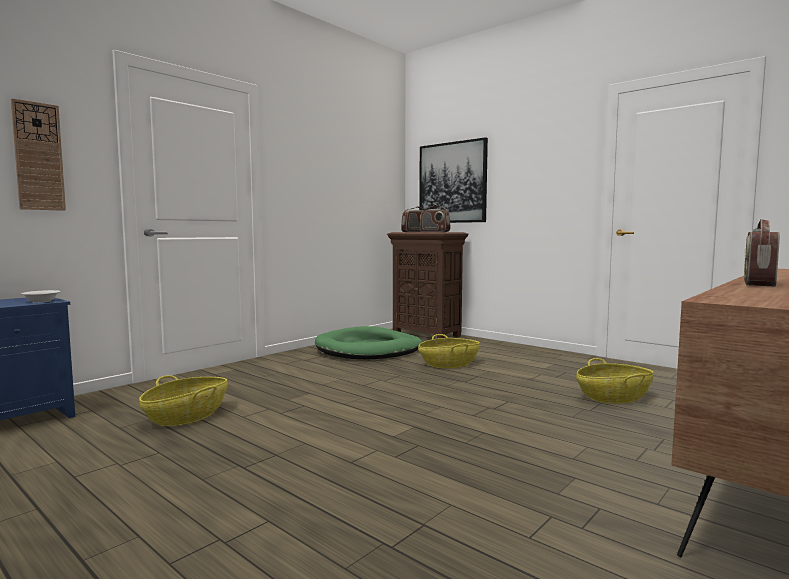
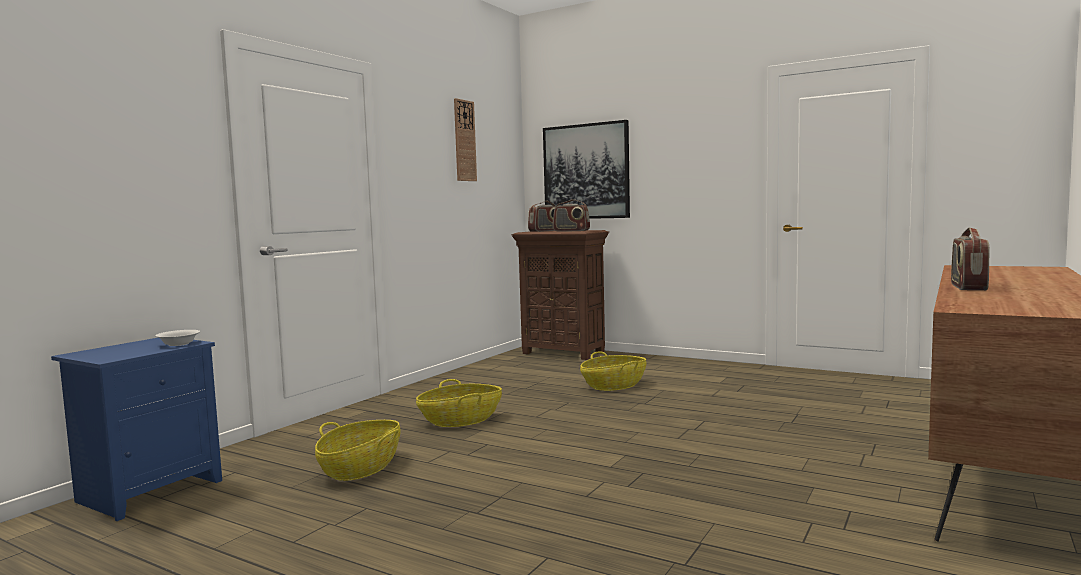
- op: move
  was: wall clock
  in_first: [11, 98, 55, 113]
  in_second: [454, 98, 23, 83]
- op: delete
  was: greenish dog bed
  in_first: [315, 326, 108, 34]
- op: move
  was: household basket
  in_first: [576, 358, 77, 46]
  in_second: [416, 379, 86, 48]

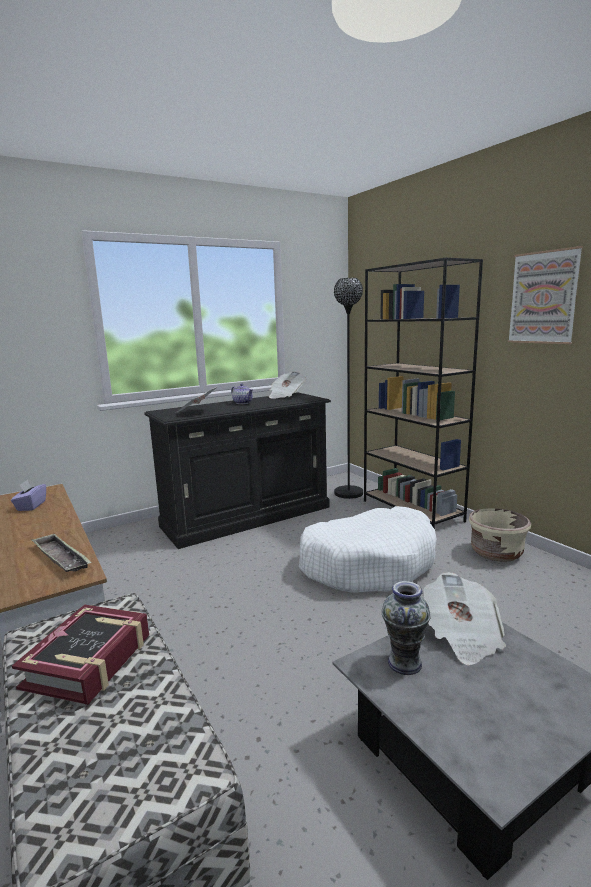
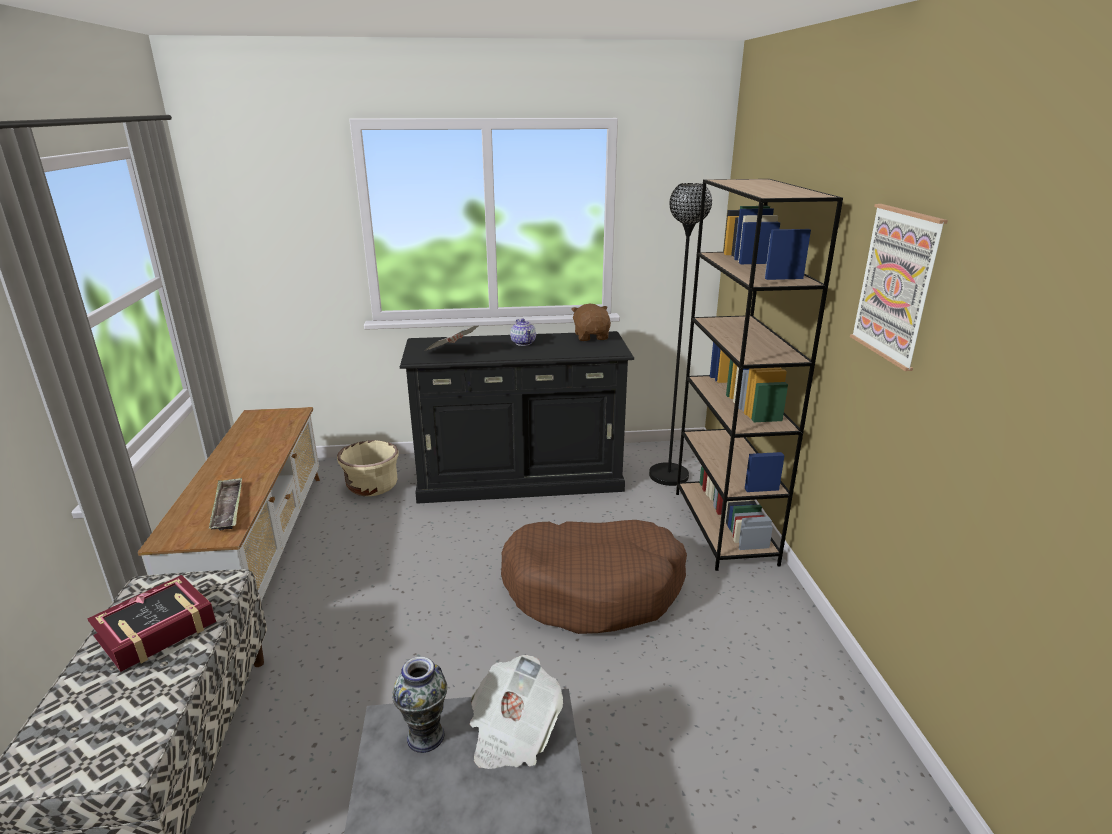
- op: replace
  was: daily paper
  now: brown soft toy
  in_first: [269, 371, 37, 28]
  in_second: [571, 304, 40, 37]
- op: delete
  was: purple tissue box
  in_first: [11, 480, 35, 31]
- op: recolor
  was: white dog bed
  now: brown dog bed
  in_first: [299, 506, 138, 87]
  in_second: [501, 520, 186, 114]
- op: move
  was: beige plant pot
  in_first: [469, 508, 62, 54]
  in_second: [337, 440, 62, 56]

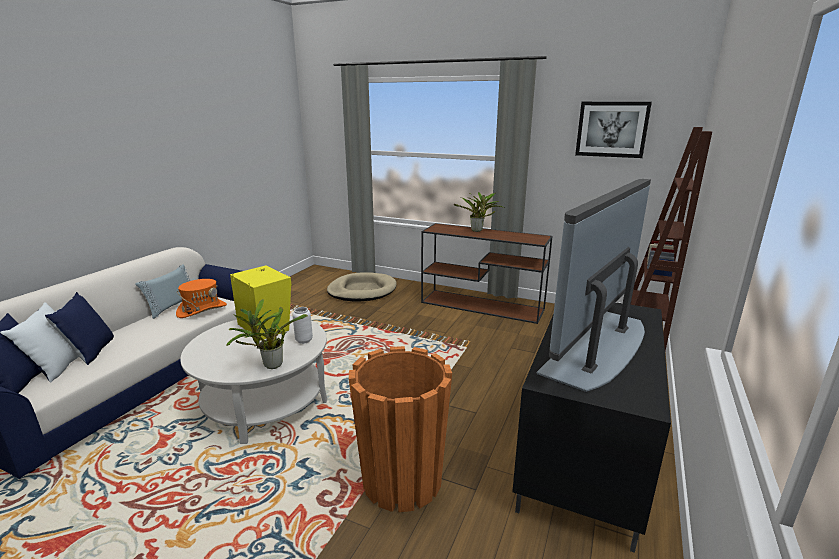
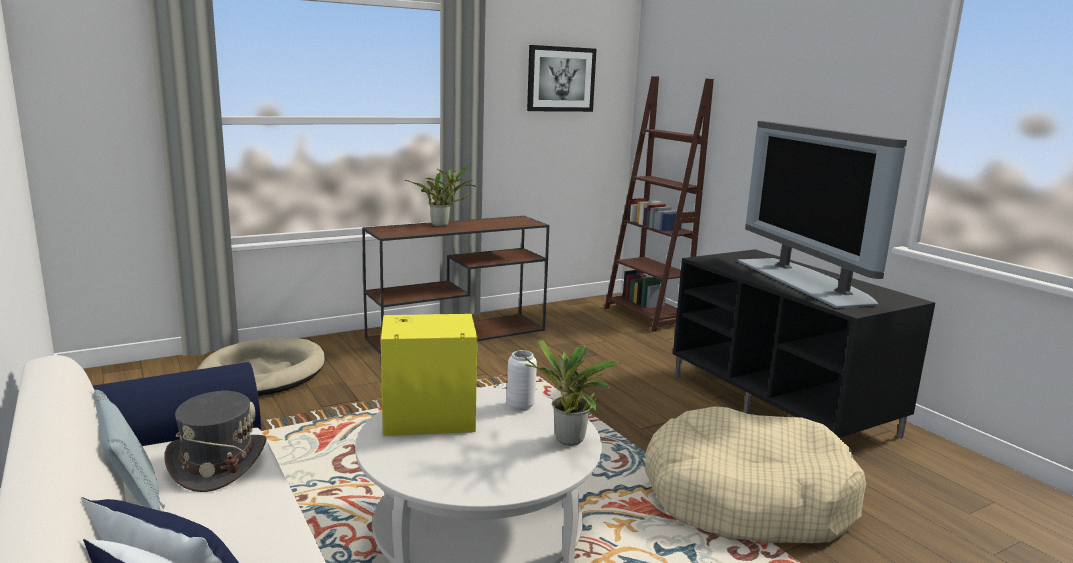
- op: recolor
  was: orangey hat
  now: greyish hat
  in_first: [176, 279, 51, 39]
  in_second: [164, 391, 102, 101]
- op: replace
  was: orangey plant pot
  now: beige dog bed
  in_first: [349, 346, 103, 166]
  in_second: [645, 406, 222, 137]

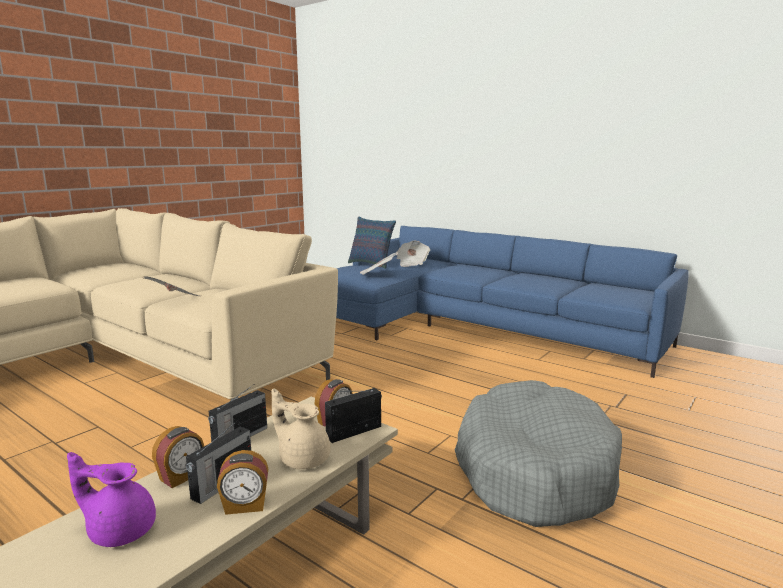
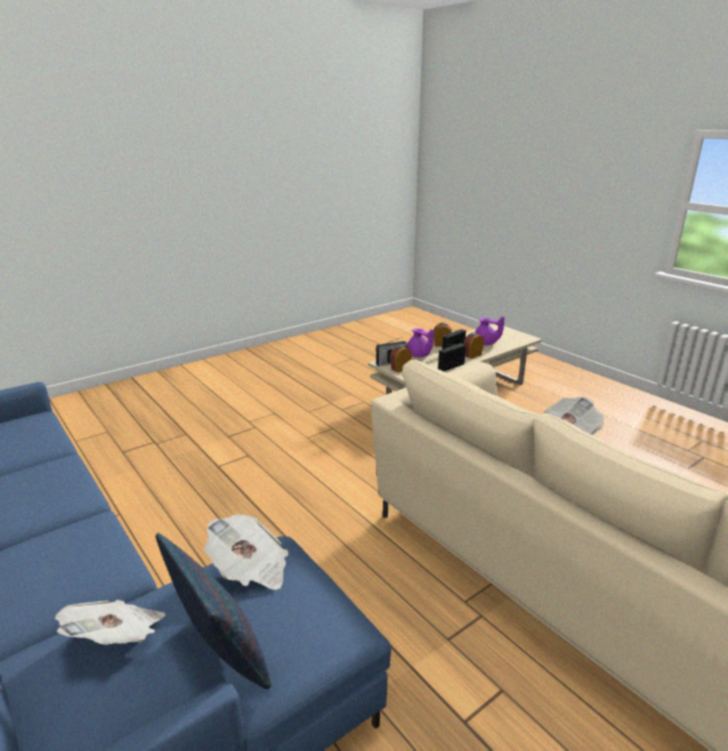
- op: delete
  was: greyish dog bed
  in_first: [455, 380, 167, 147]
- op: recolor
  was: beige tea pot
  now: purple tea pot
  in_first: [271, 389, 59, 80]
  in_second: [407, 329, 27, 28]

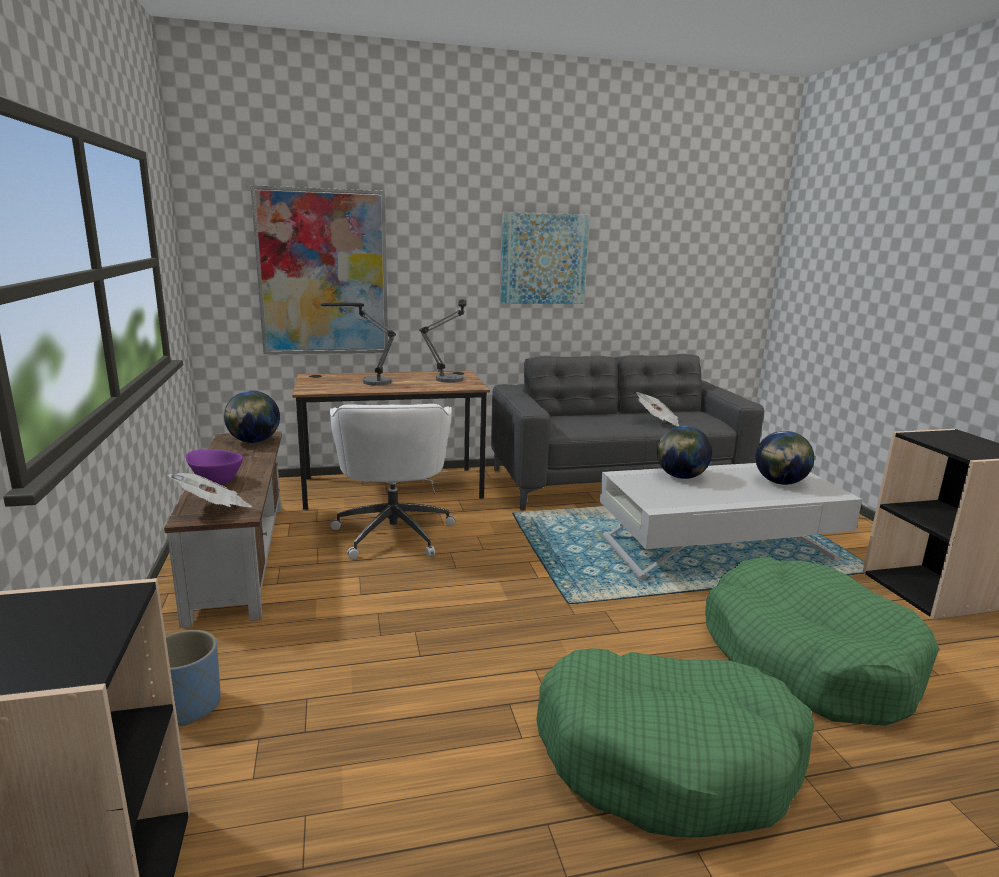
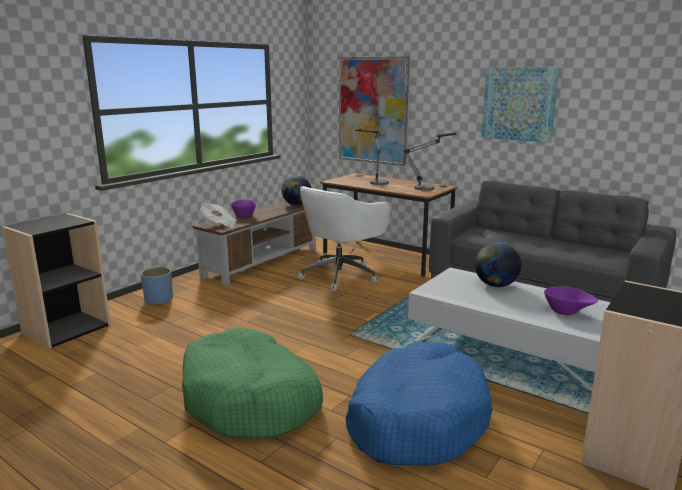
- op: delete
  was: daily paper
  in_first: [637, 392, 42, 34]
- op: replace
  was: globe
  now: purple bowl
  in_first: [755, 431, 59, 54]
  in_second: [544, 286, 54, 29]
- op: recolor
  was: greenish dog bed
  now: blue dog bed
  in_first: [705, 557, 234, 168]
  in_second: [345, 342, 147, 124]

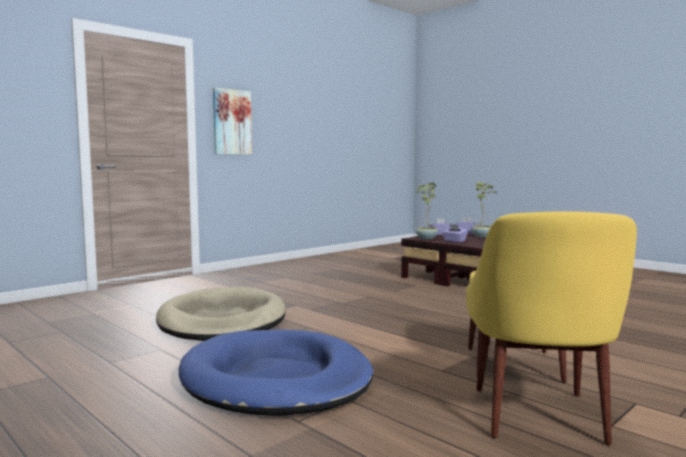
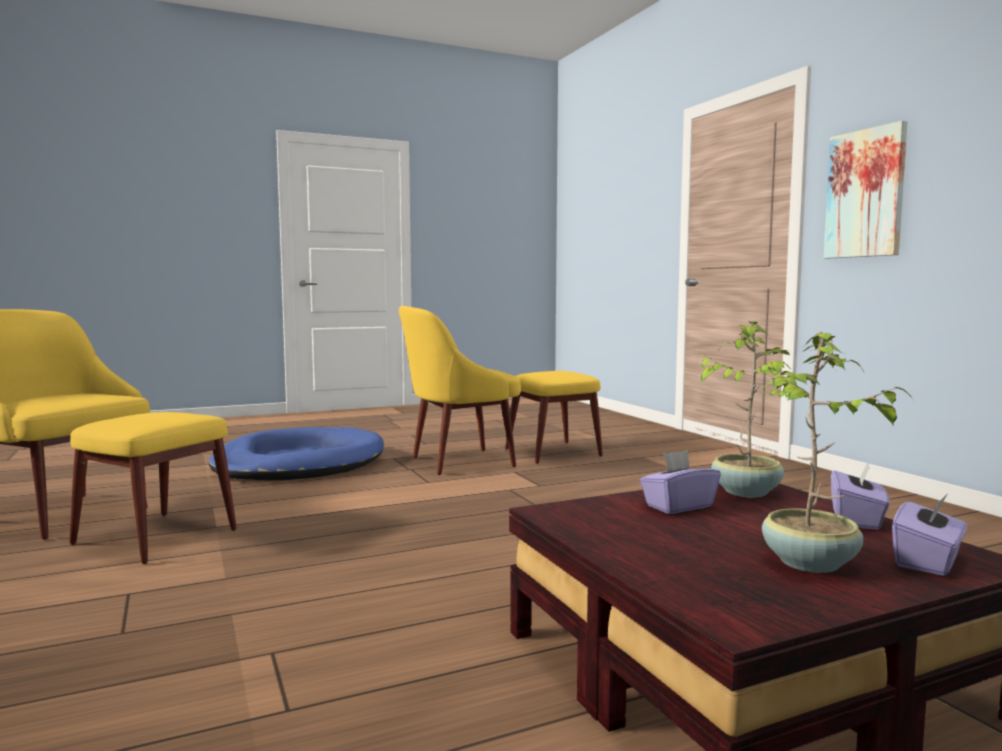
- op: replace
  was: beige dog bed
  now: yellowish armchair
  in_first: [156, 287, 130, 54]
  in_second: [399, 306, 204, 169]

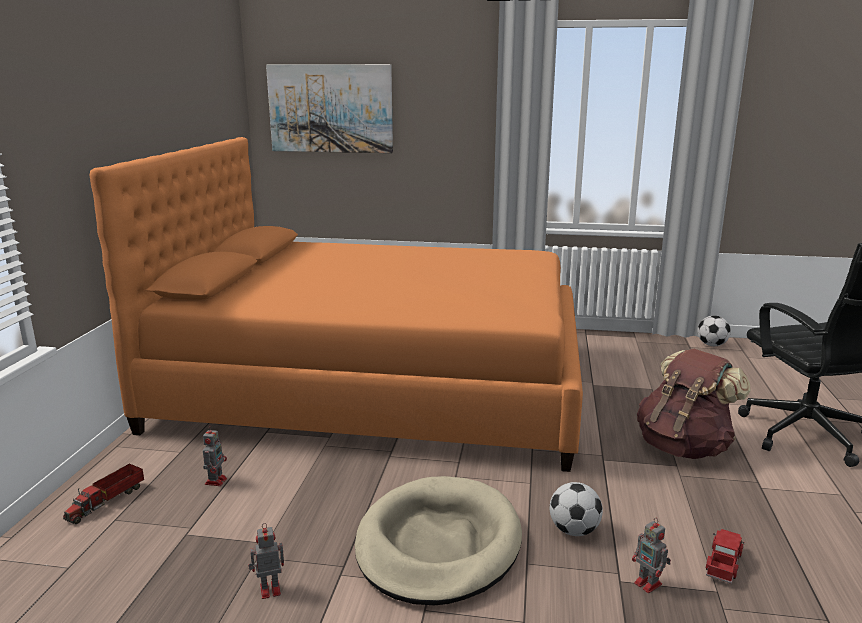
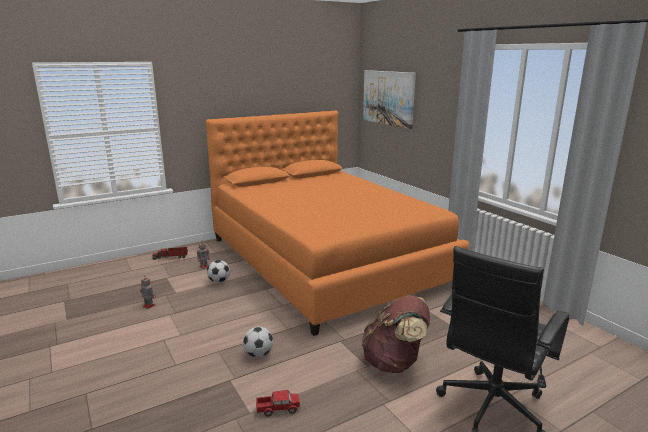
- op: move
  was: football ball
  in_first: [697, 316, 34, 30]
  in_second: [207, 260, 23, 23]
- op: delete
  was: beige dog bed
  in_first: [355, 476, 167, 129]
- op: delete
  was: robot figure
  in_first: [632, 518, 39, 75]

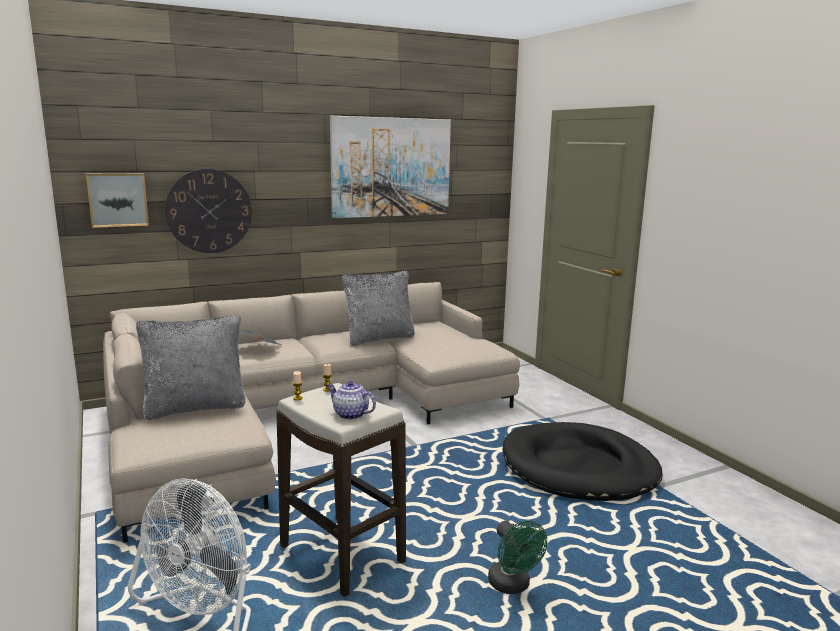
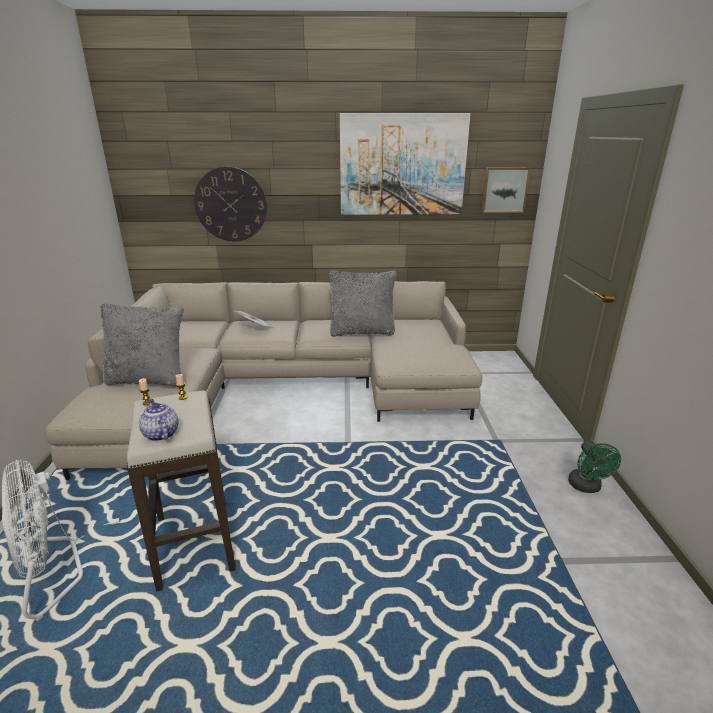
- op: move
  was: wall art
  in_first: [86, 173, 63, 55]
  in_second: [481, 167, 49, 46]
- op: delete
  was: blackish dog bed
  in_first: [502, 422, 161, 79]
- op: move
  was: greenish cooling fan
  in_first: [488, 521, 59, 73]
  in_second: [568, 441, 53, 52]

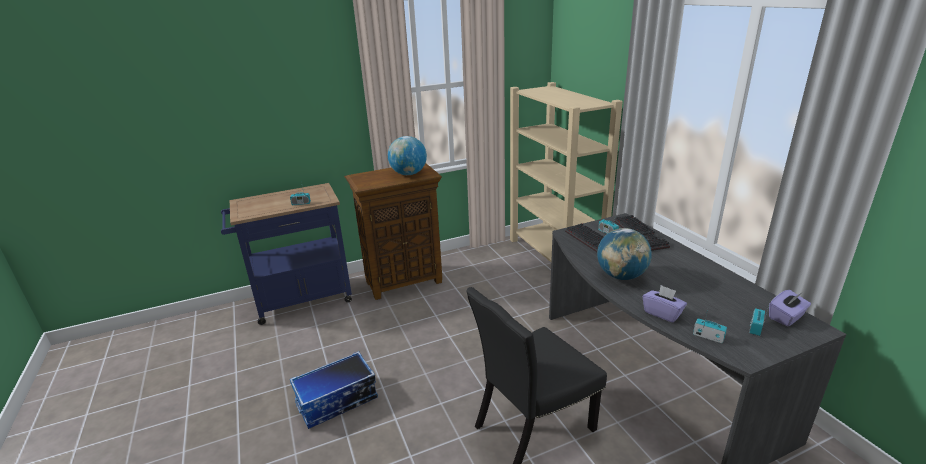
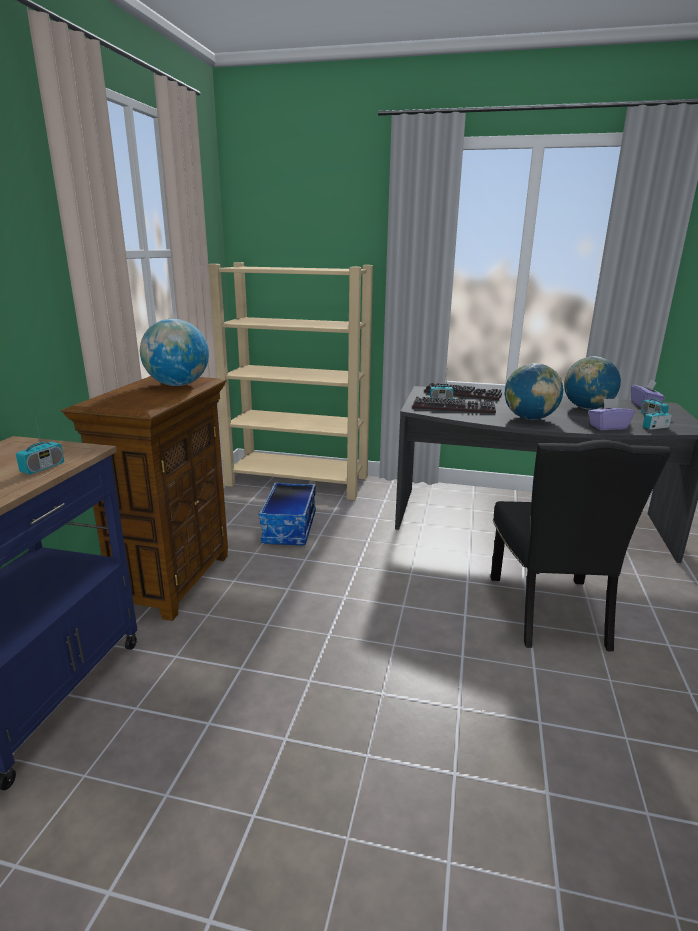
- op: move
  was: storage bin
  in_first: [290, 351, 88, 78]
  in_second: [259, 482, 57, 64]
- op: insert
  now: globe
  in_second: [564, 356, 57, 53]

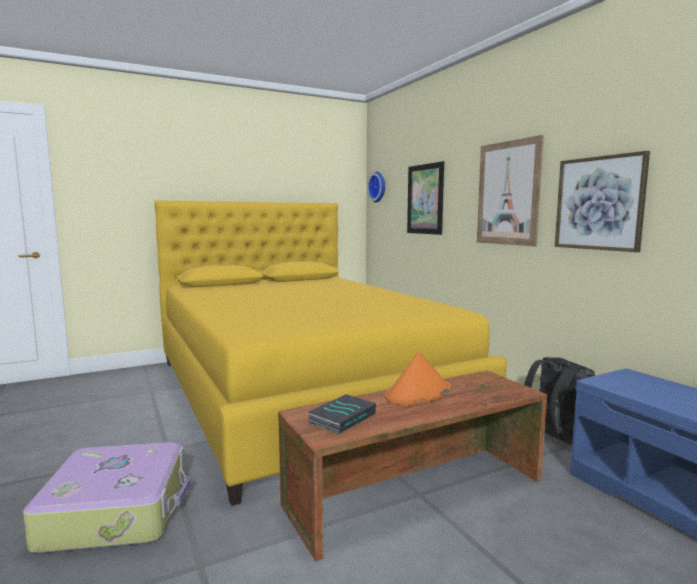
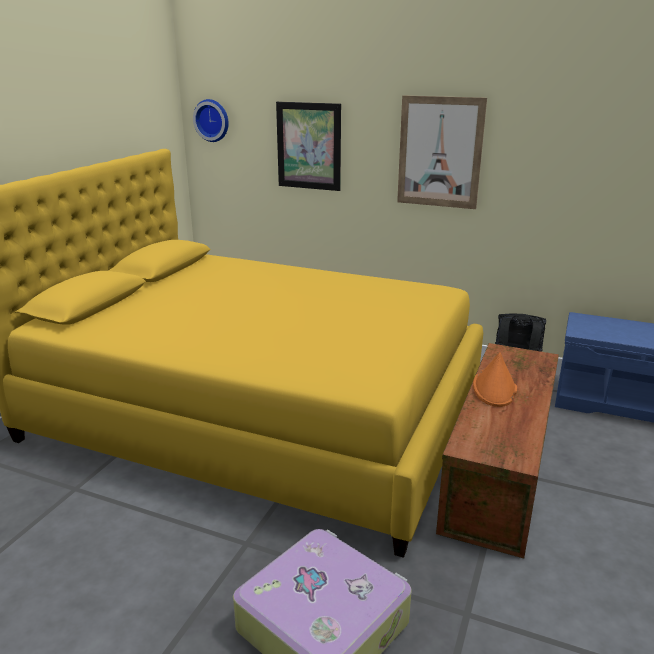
- op: delete
  was: wall art
  in_first: [555, 151, 95, 101]
- op: delete
  was: bound book
  in_first: [308, 394, 68, 40]

